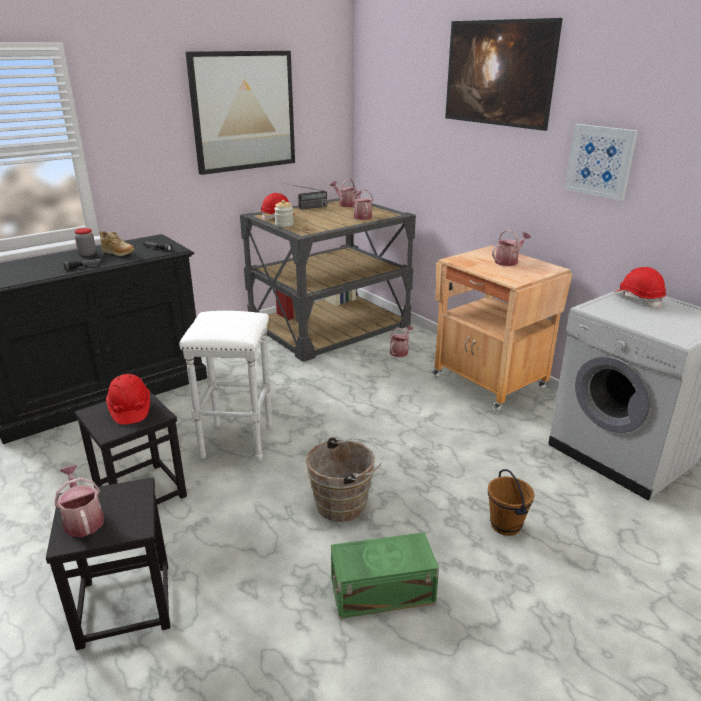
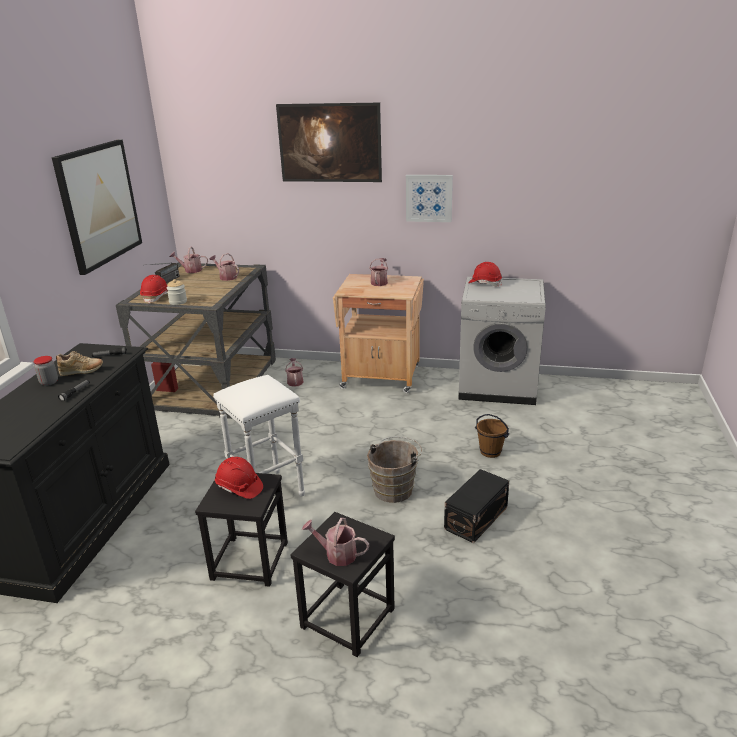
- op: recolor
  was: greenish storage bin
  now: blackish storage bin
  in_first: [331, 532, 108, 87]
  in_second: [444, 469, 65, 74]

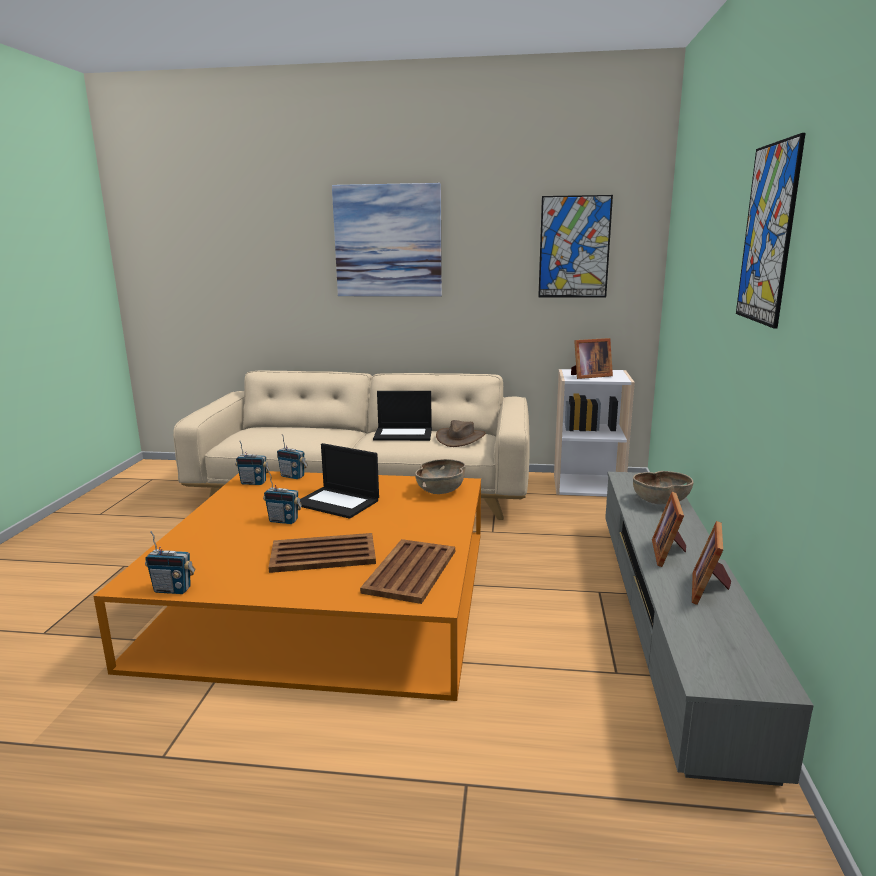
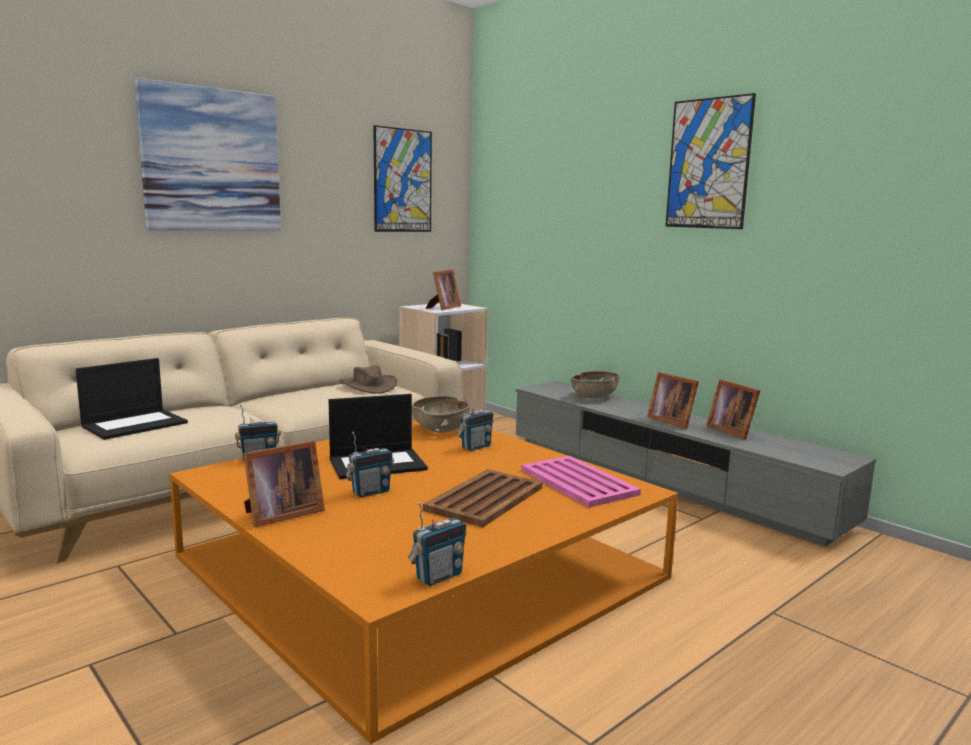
- op: move
  was: laptop
  in_first: [373, 391, 59, 50]
  in_second: [76, 358, 112, 82]
- op: move
  was: radio set
  in_first: [235, 441, 34, 44]
  in_second: [457, 397, 36, 54]
- op: recolor
  was: brown serving tray
  now: pink serving tray
  in_first: [360, 539, 95, 65]
  in_second: [521, 456, 120, 52]
- op: insert
  now: picture frame
  in_second: [244, 441, 81, 86]

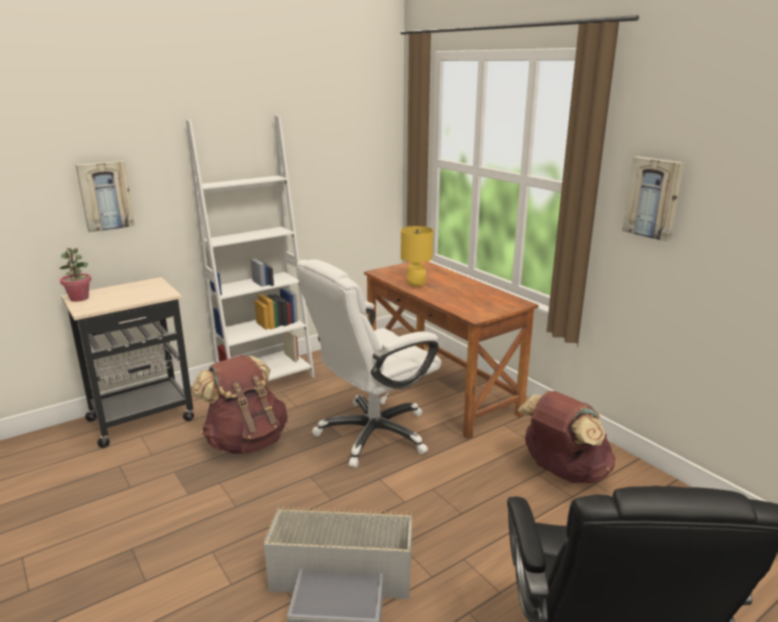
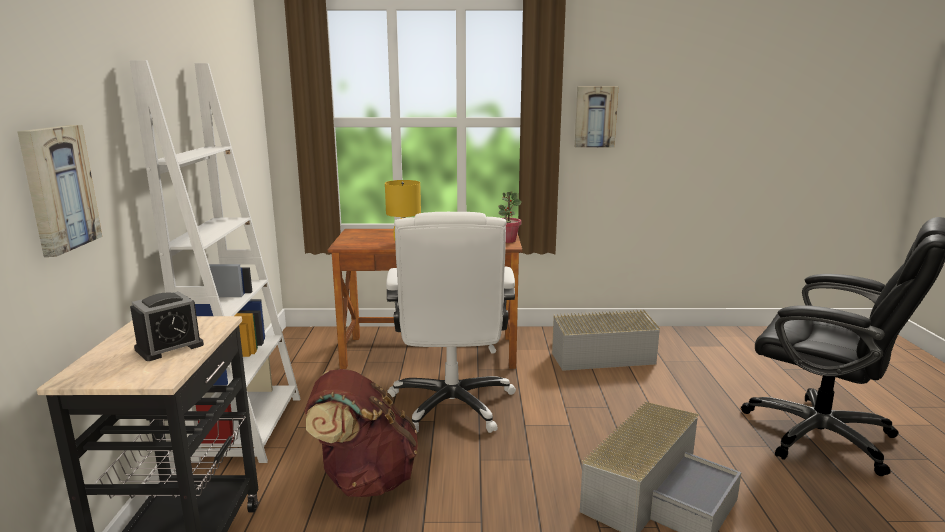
- op: move
  was: potted plant
  in_first: [59, 248, 32, 54]
  in_second: [498, 191, 24, 52]
- op: replace
  was: brown knapsack
  now: greyish storage bin
  in_first: [518, 391, 98, 92]
  in_second: [552, 309, 108, 62]
- op: insert
  now: table clock
  in_second: [130, 291, 74, 70]

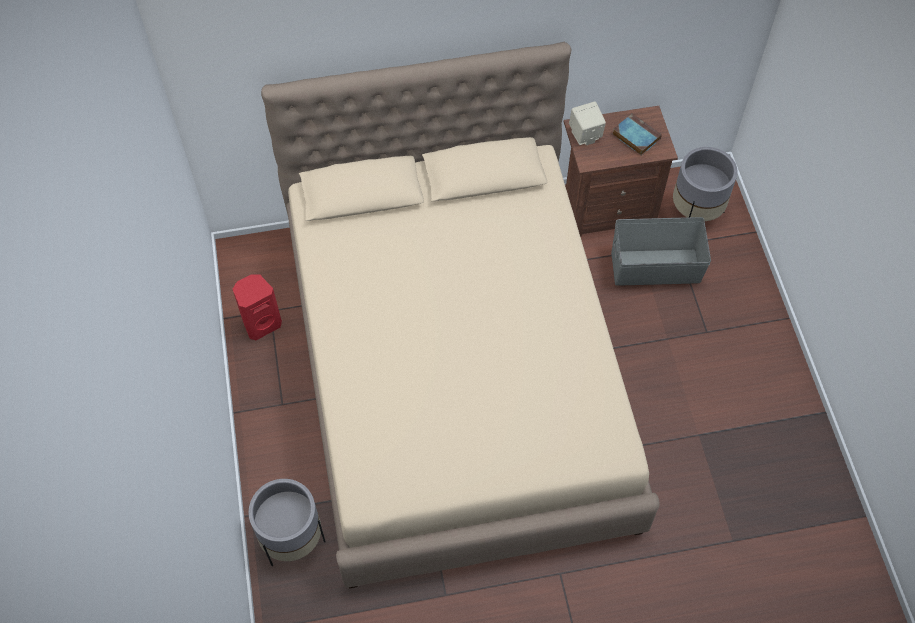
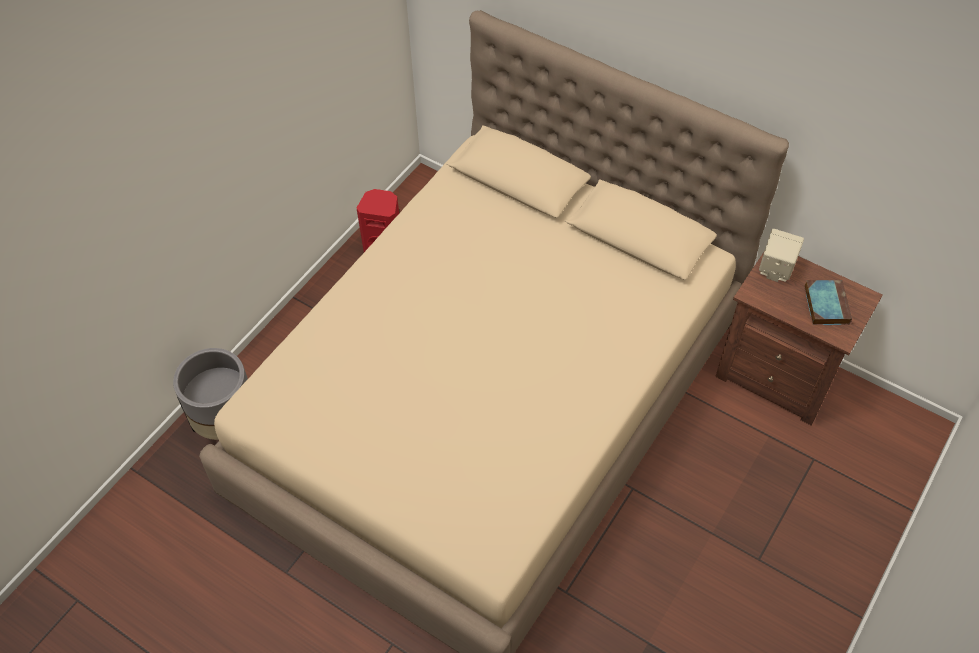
- op: delete
  was: greyish plant pot
  in_first: [673, 147, 64, 74]
- op: delete
  was: greyish storage bin
  in_first: [611, 217, 100, 69]

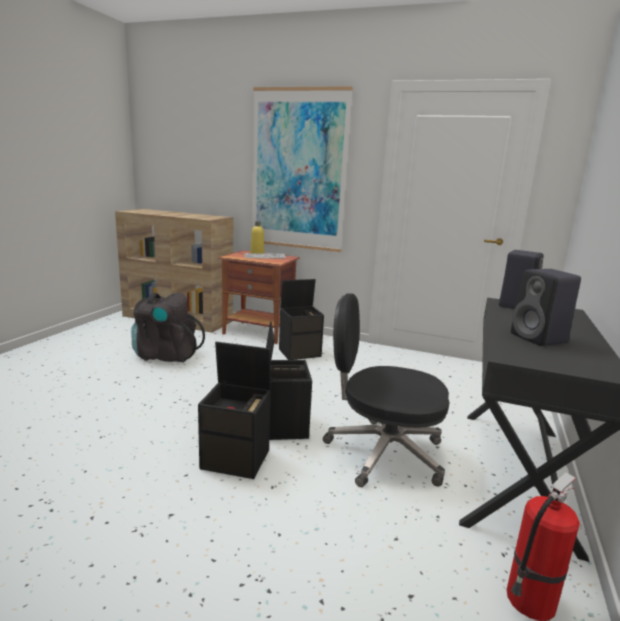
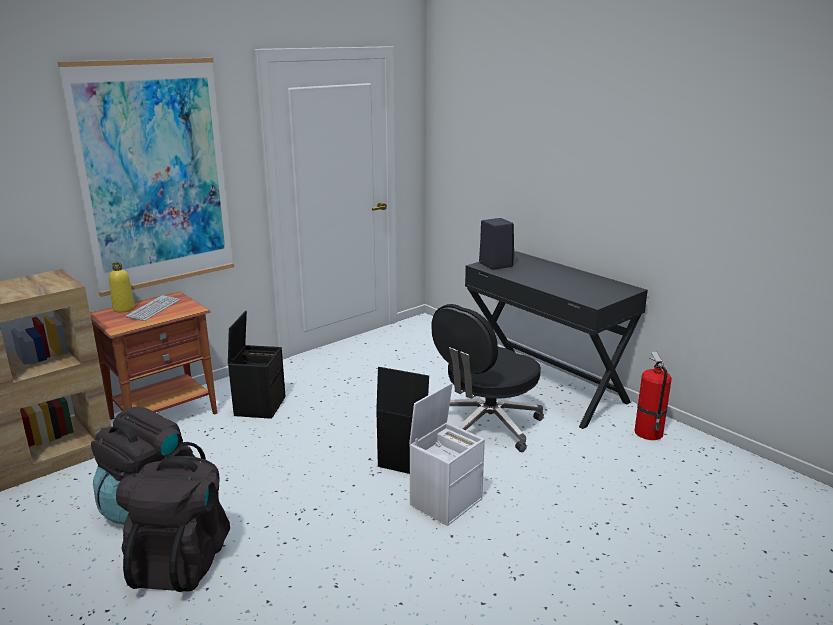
- op: delete
  was: blackish audio speaker
  in_first: [511, 269, 70, 77]
- op: recolor
  was: blackish storage bin
  now: white storage bin
  in_first: [198, 342, 73, 137]
  in_second: [409, 382, 76, 144]
- op: insert
  now: blackish knapsack
  in_second: [116, 456, 114, 136]

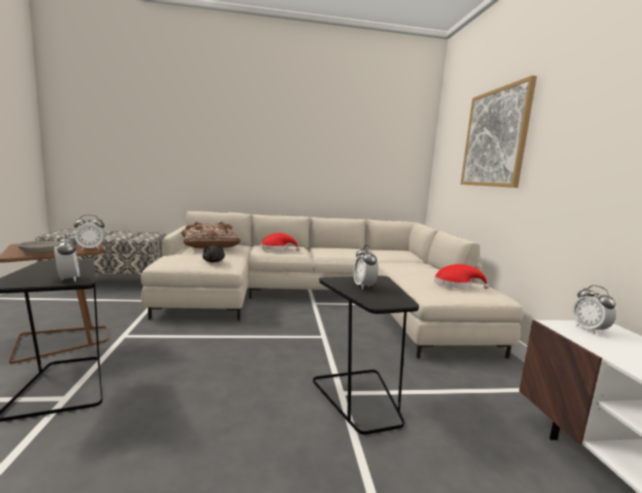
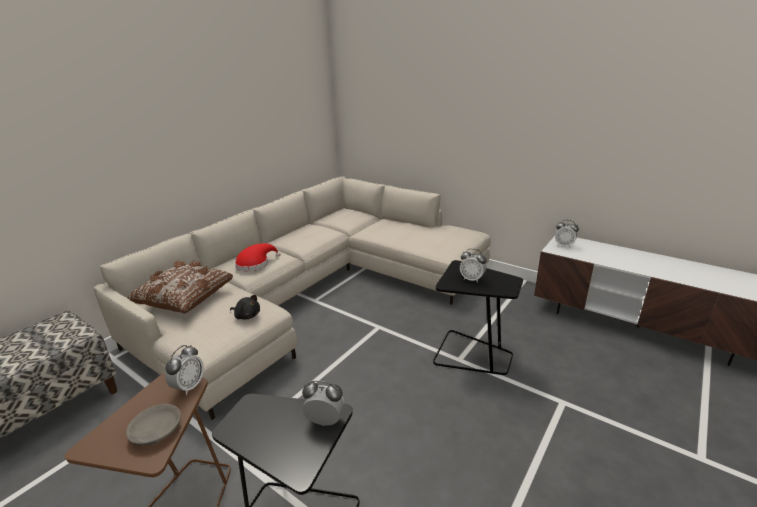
- op: delete
  was: wall art
  in_first: [461, 75, 76, 113]
- op: delete
  was: reddish hat
  in_first: [434, 264, 55, 25]

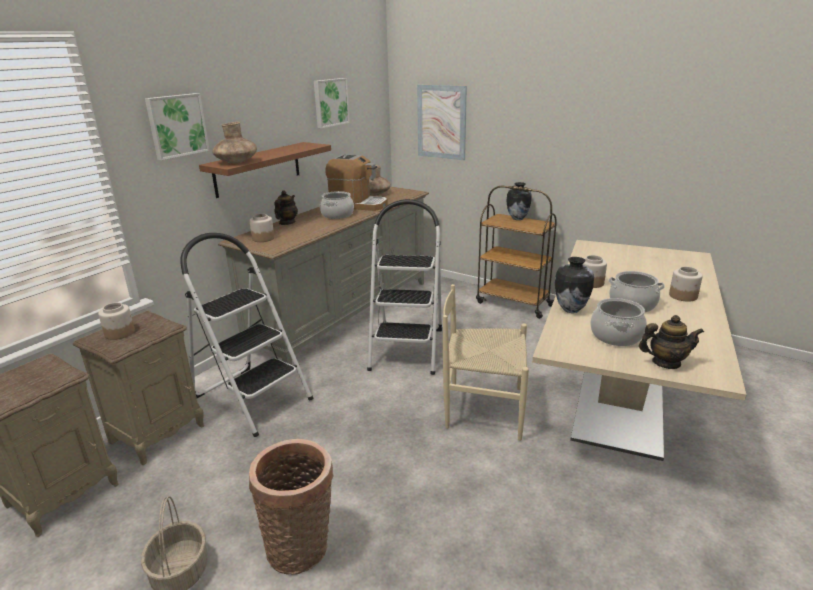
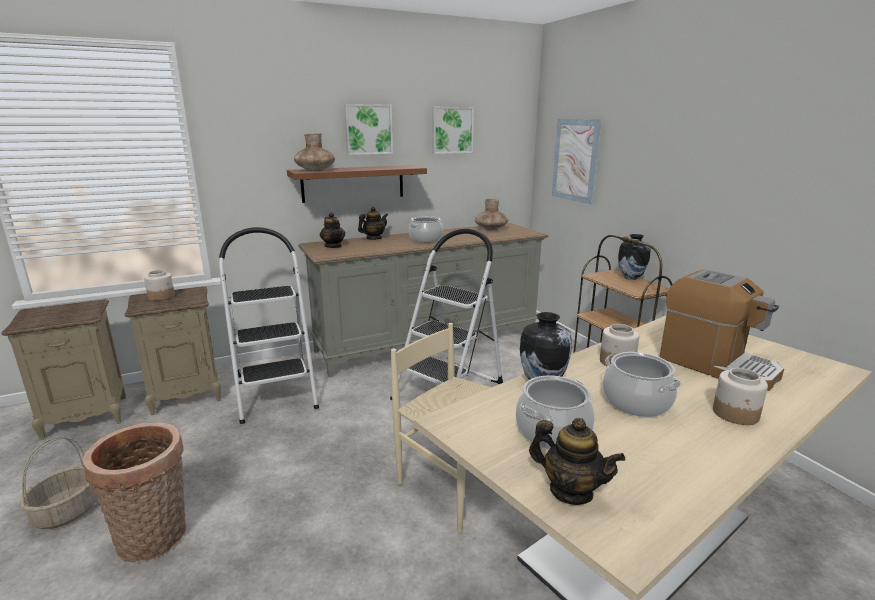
- op: move
  was: wall art
  in_first: [145, 93, 65, 67]
  in_second: [344, 104, 49, 51]
- op: move
  was: coffee brewer
  in_first: [325, 154, 63, 57]
  in_second: [659, 269, 125, 122]
- op: replace
  was: storage jar
  now: tea pot
  in_first: [249, 214, 25, 28]
  in_second: [320, 213, 25, 35]

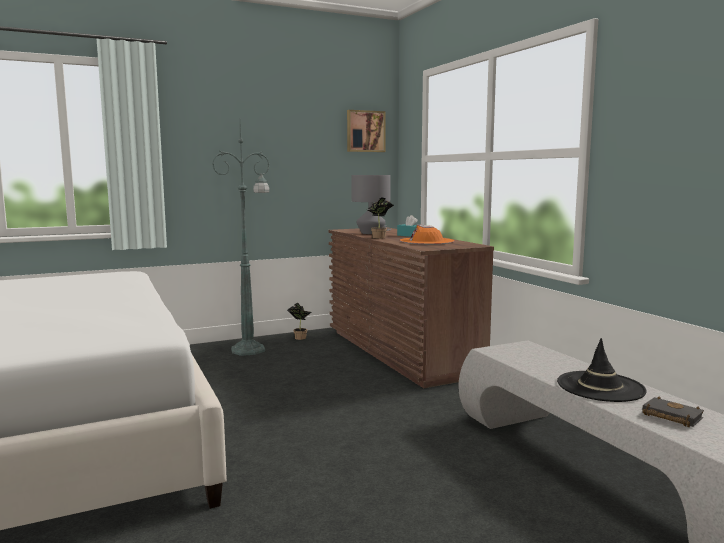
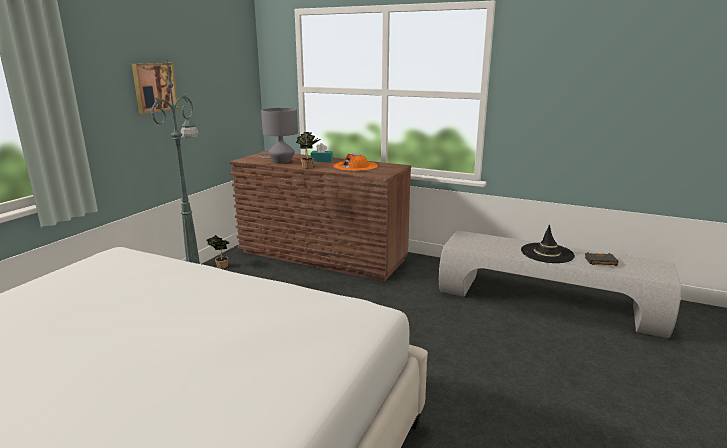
- op: move
  was: wall art
  in_first: [347, 110, 39, 42]
  in_second: [132, 63, 47, 51]

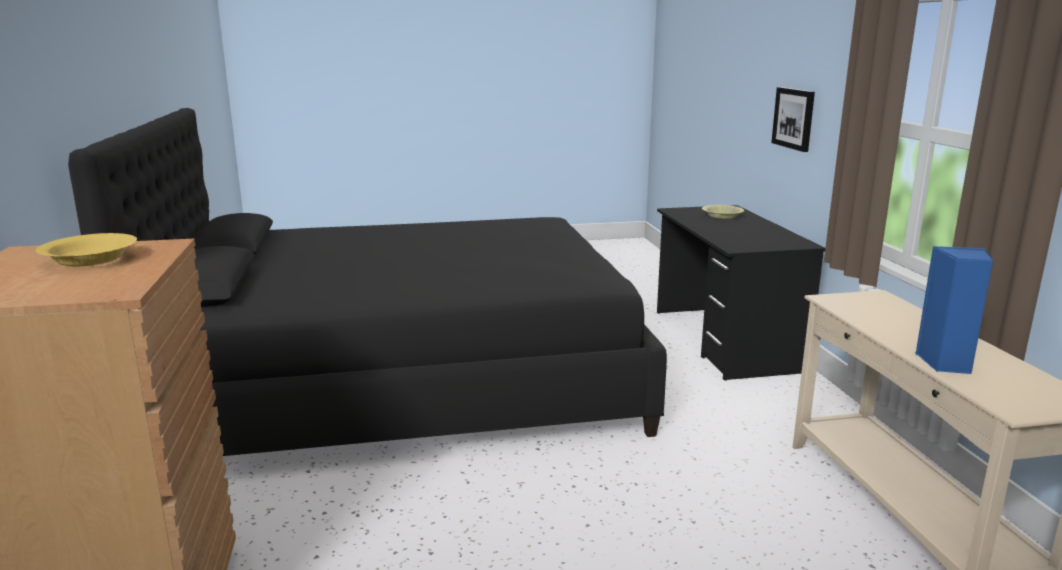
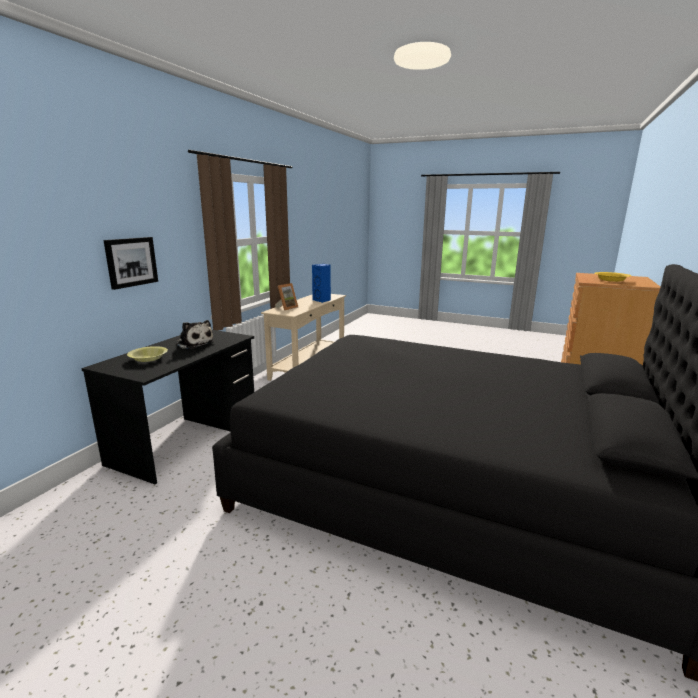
- op: insert
  now: picture frame
  in_second: [275, 283, 23, 28]
- op: insert
  now: soft toy
  in_second: [176, 320, 38, 29]

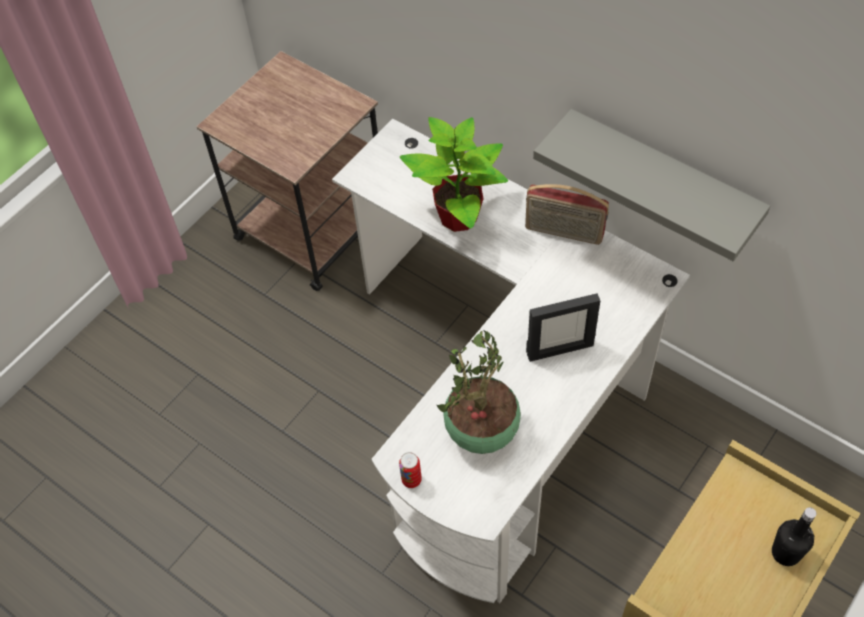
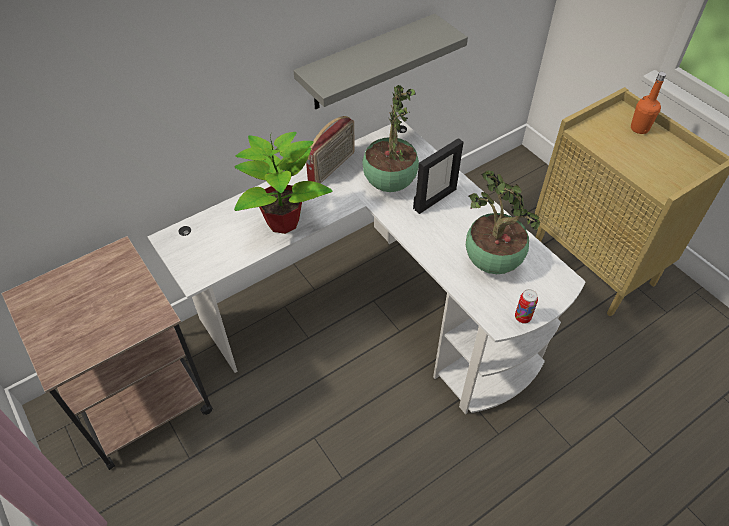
- op: rotate
  was: picture frame
  in_first: [526, 293, 74, 69]
  in_second: [413, 138, 50, 76]
  clockwise: 45
- op: recolor
  was: blackish beverage bottle
  now: orangey beverage bottle
  in_first: [772, 507, 44, 59]
  in_second: [631, 72, 35, 62]
- op: insert
  now: potted plant
  in_second: [362, 85, 57, 107]

